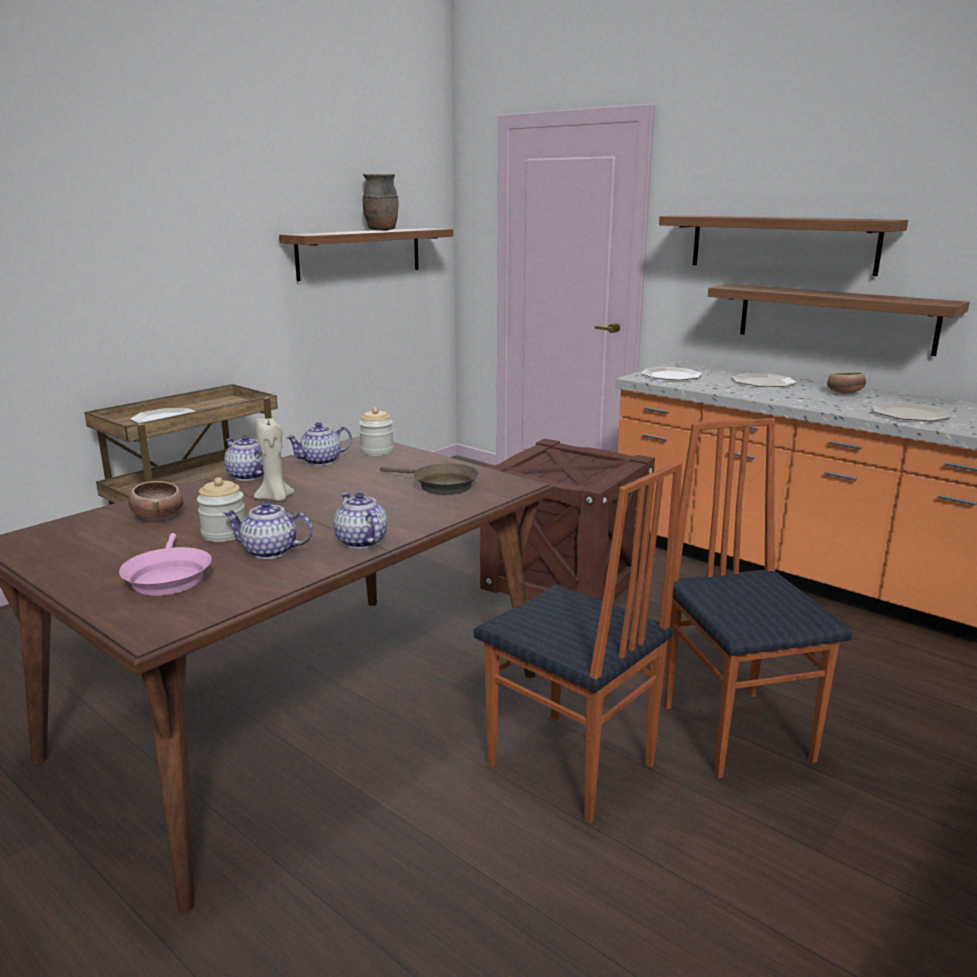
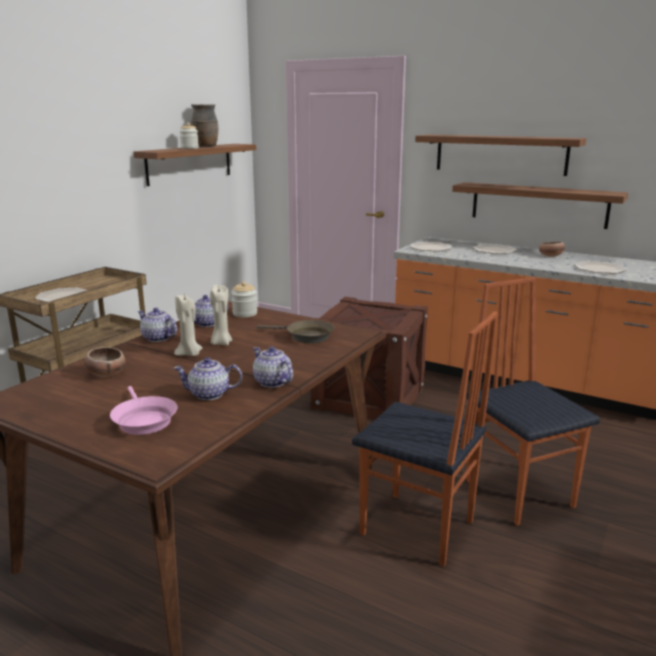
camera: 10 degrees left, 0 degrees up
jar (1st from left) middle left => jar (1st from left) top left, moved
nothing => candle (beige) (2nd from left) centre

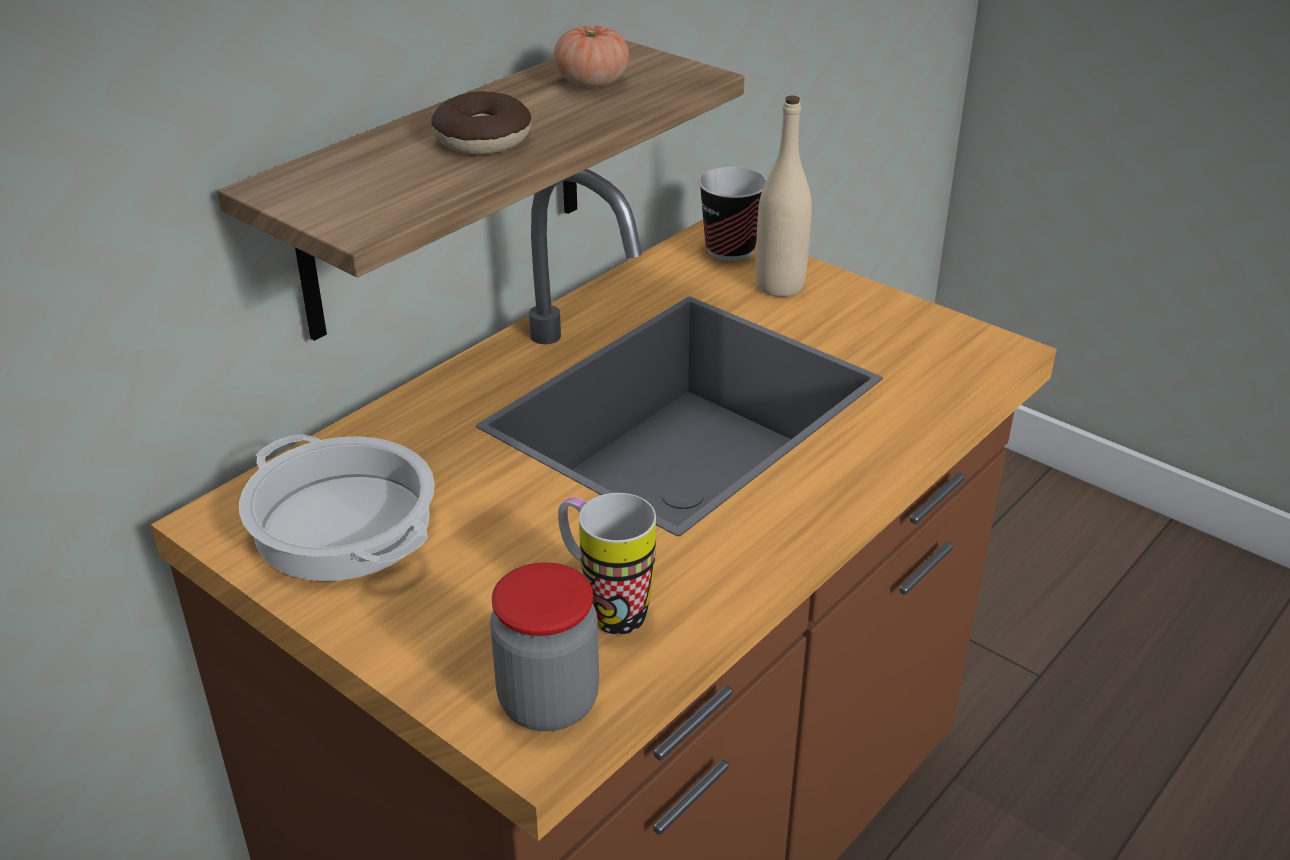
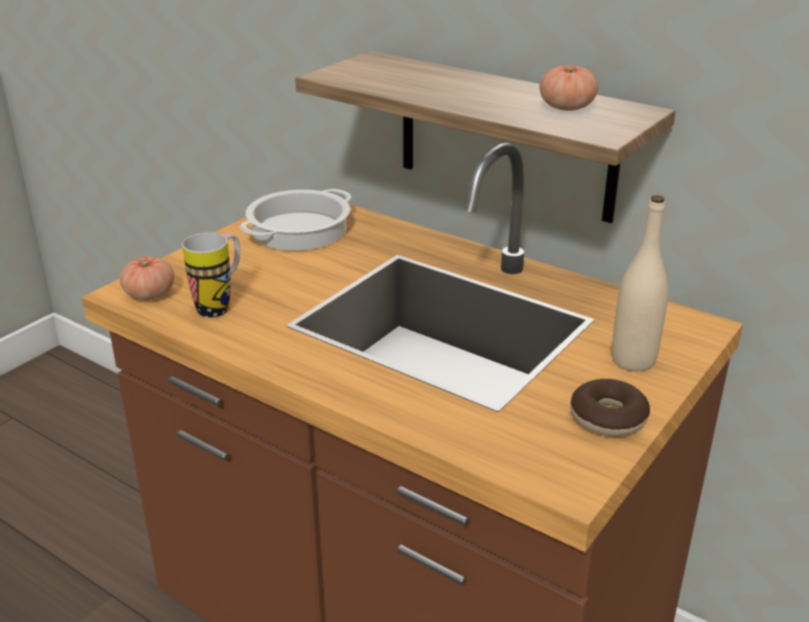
camera: 85 degrees right, 5 degrees down
donut top centre => donut middle right, moved
cup top centre => nothing
jar bottom centre => tomato (1st from left) middle left

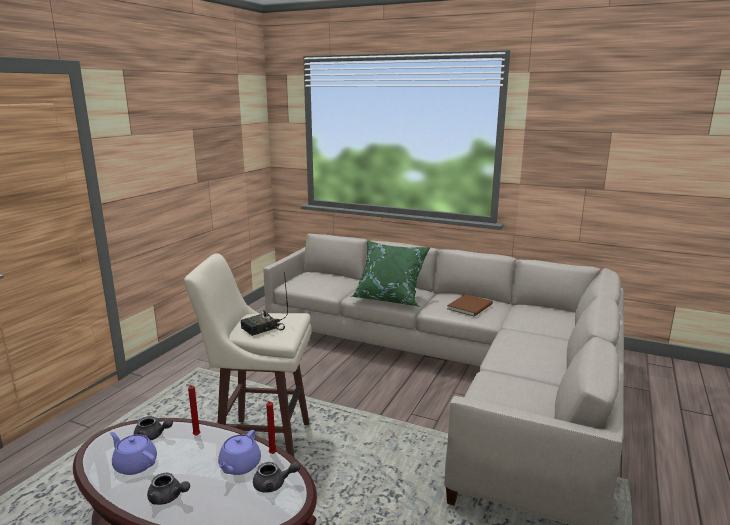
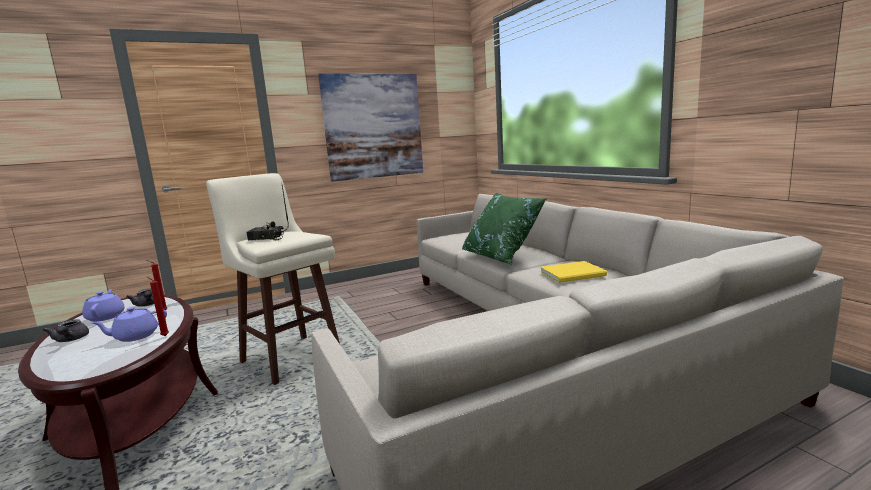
camera: 40 degrees right, 5 degrees down
book (brown) centre => book (yellow) centre
teapot (grey) (3rd from left) bottom centre => nothing
nothing => picture top centre

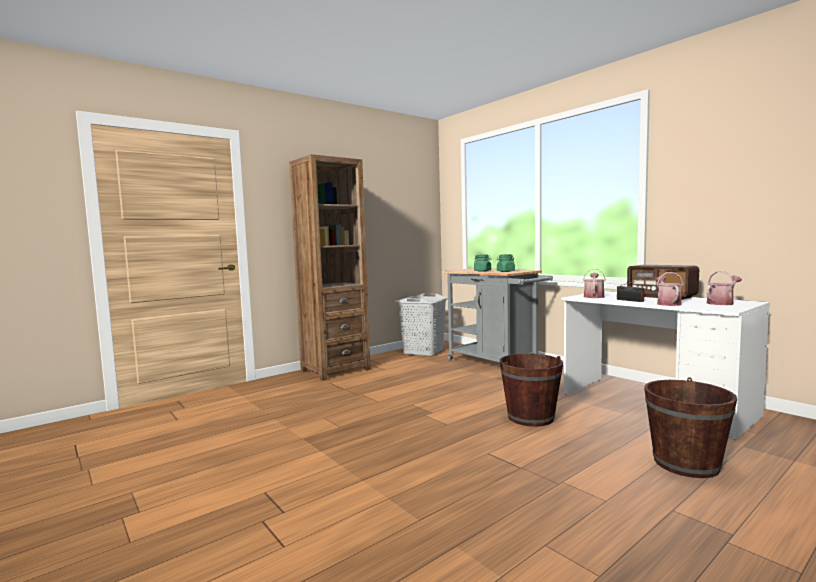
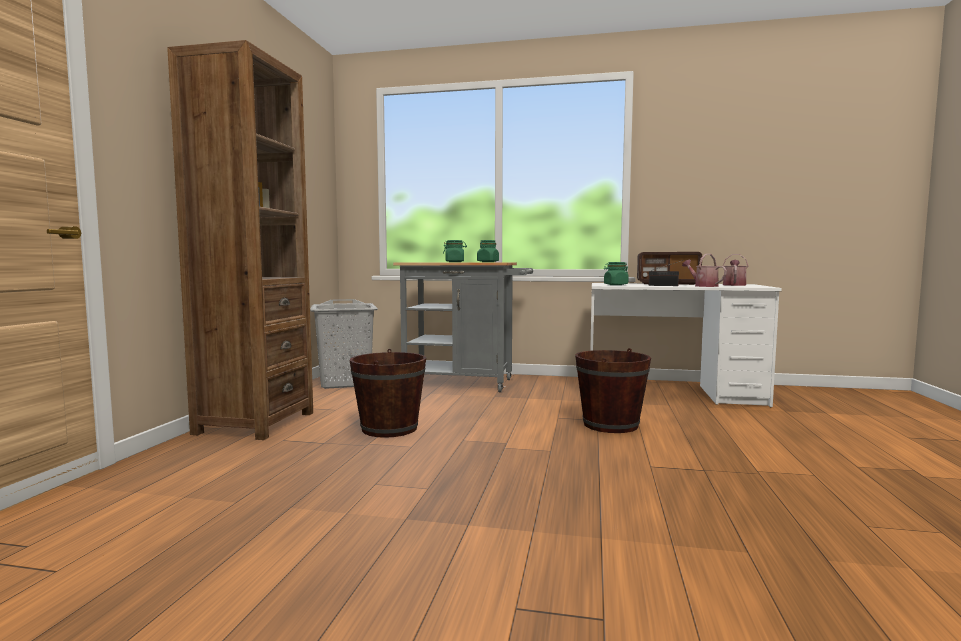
camera: 40 degrees left, 0 degrees up
watering can (1st from left) middle right => jar (green) (3rd from left) centre
bucket (brown) (2nd from left in the first image) bottom right => bucket (brown) (1st from left) centre, moved

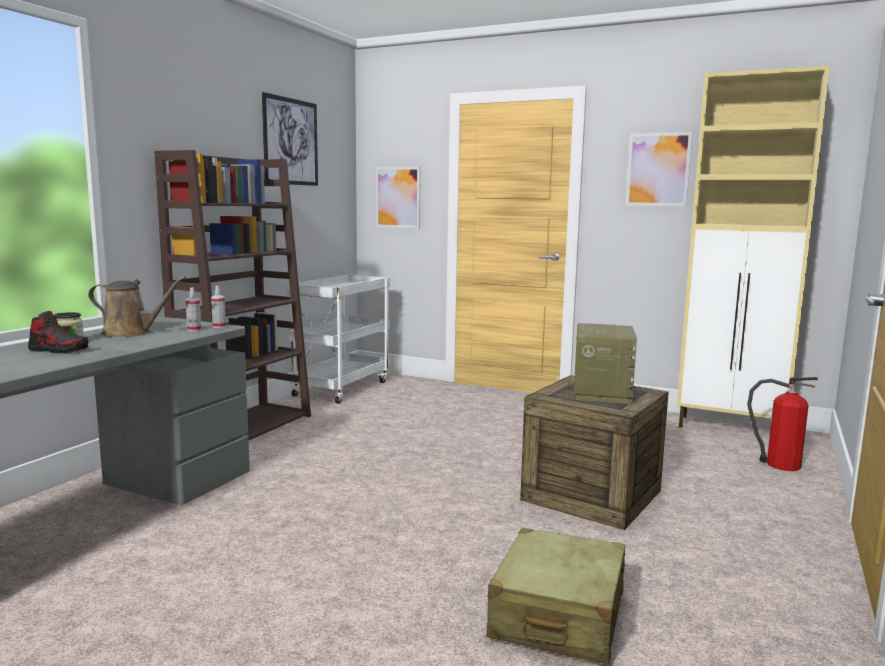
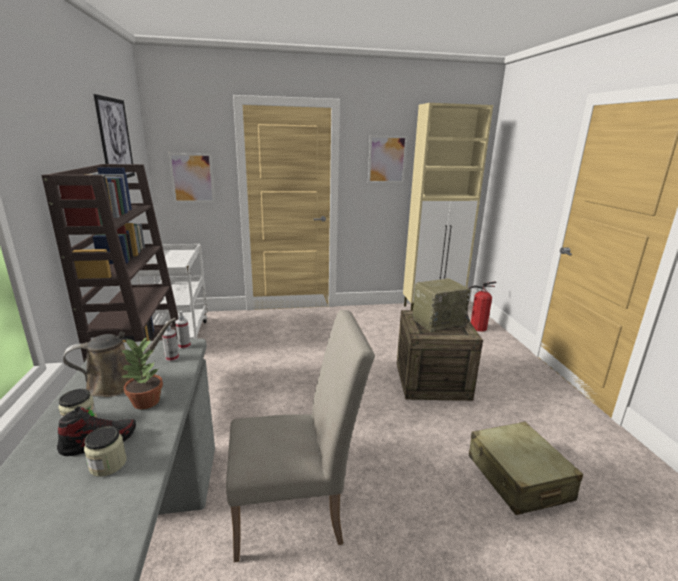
camera: 35 degrees left, 10 degrees up
radio middle right => radio centre, 90 degrees clockwise
nothing => chair (beige) bottom centre
nothing => potted plant middle left
nothing => jar (2nd from left) bottom left

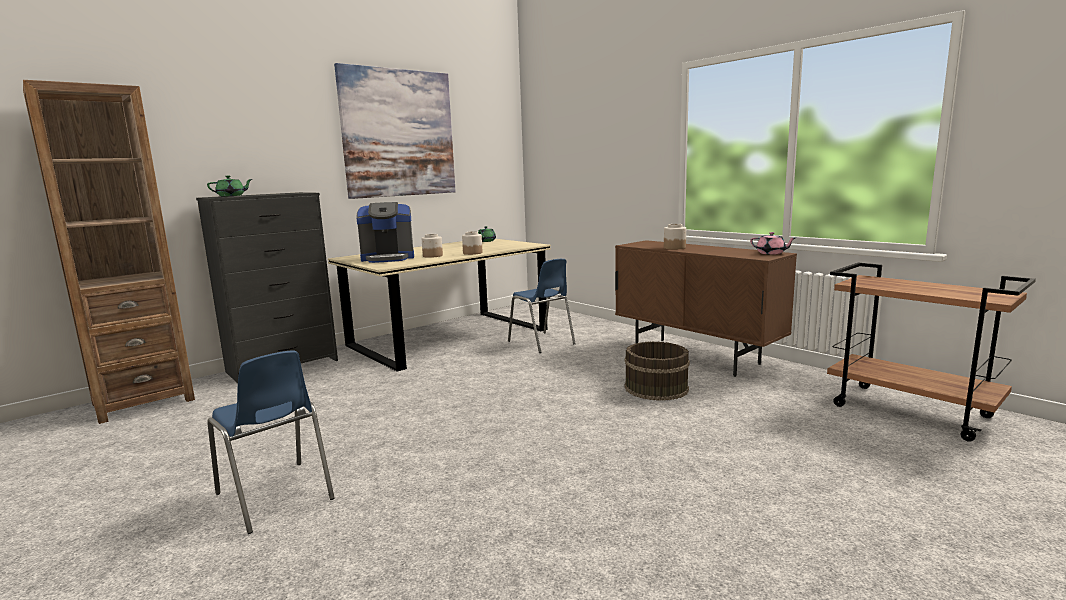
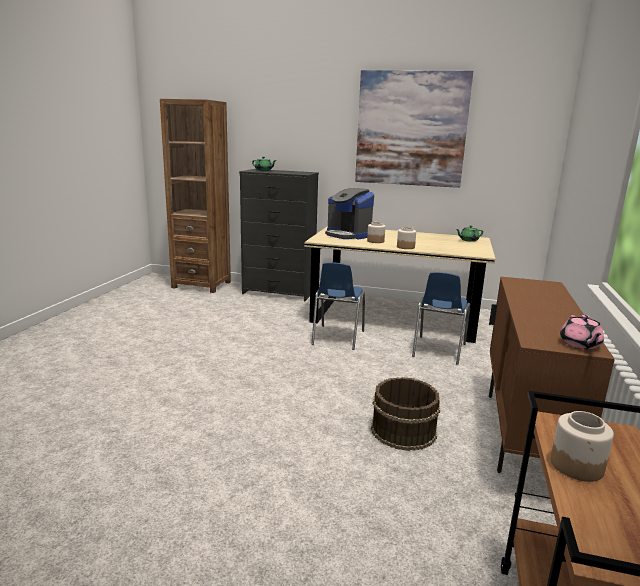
camera: 55 degrees right, 5 degrees up
jar (3rd from left) centre => jar (3rd from left) bottom right, moved
chair (blue) (1st from left) bottom left => chair (blue) (1st from left) centre, moved

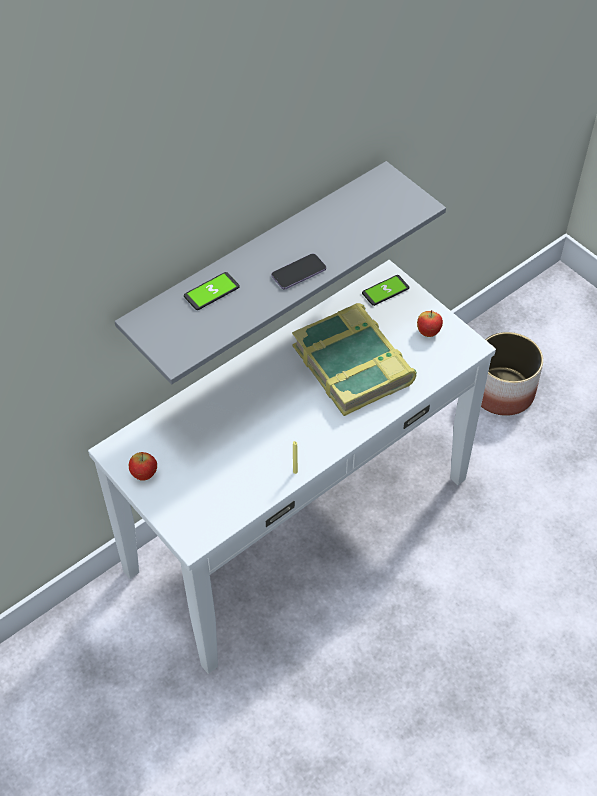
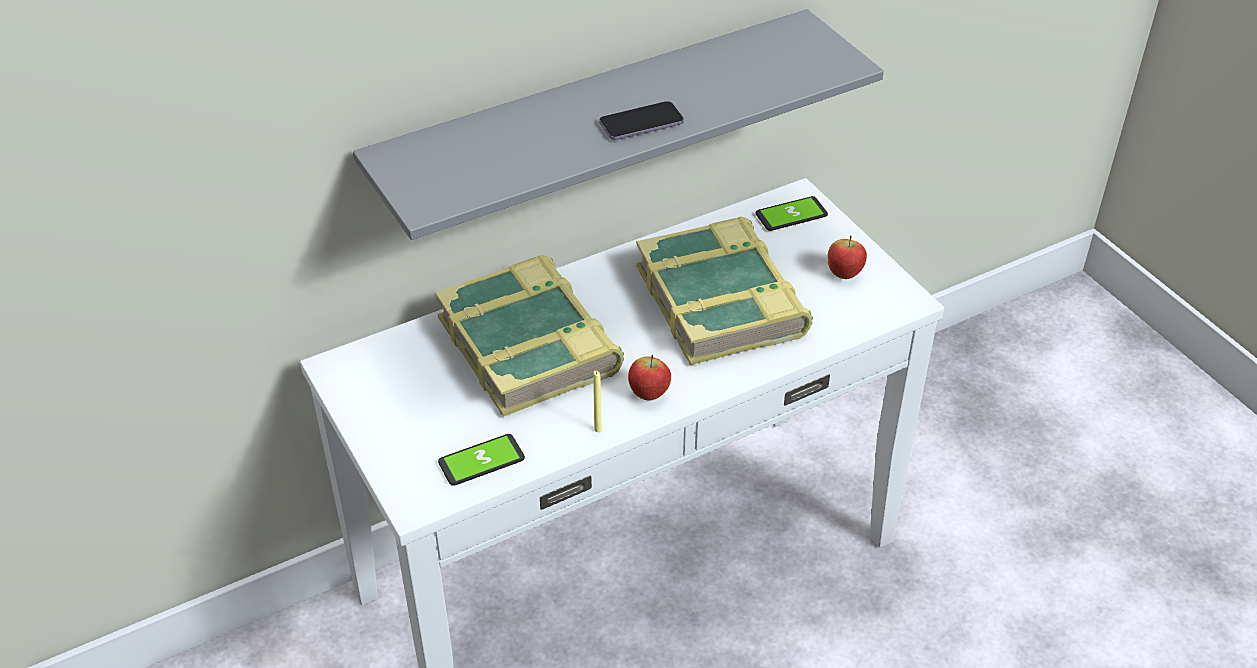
camera: 10 degrees right, 10 degrees down
phone (1st from left) centre => phone (1st from left) bottom centre, moved
planter middle right => nothing
apple (1st from left) middle left => apple (1st from left) centre, moved
nothing => book (1st from left) centre

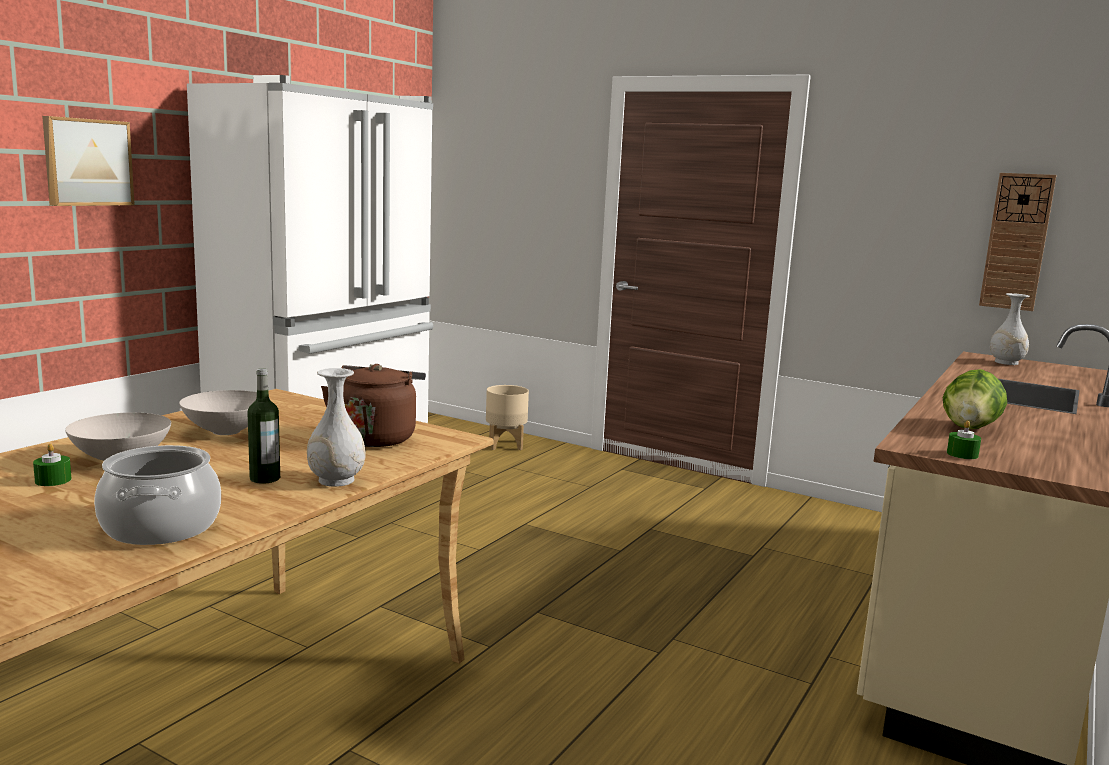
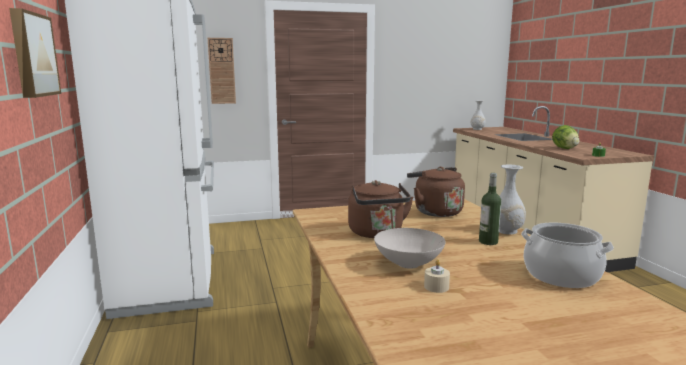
camera: 45 degrees left, 0 degrees up
wall clock top right => wall clock top left, moved
planter (beige) centre => nothing
bowl (white) (2nd from left) middle left => kettle (brown) (1st from left) centre
candle (green) (1st from left) middle left => candle (beige) bottom centre

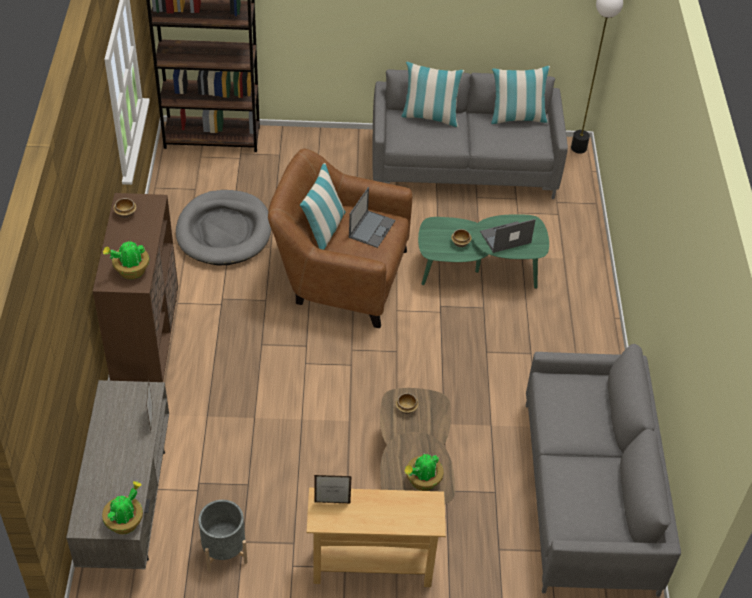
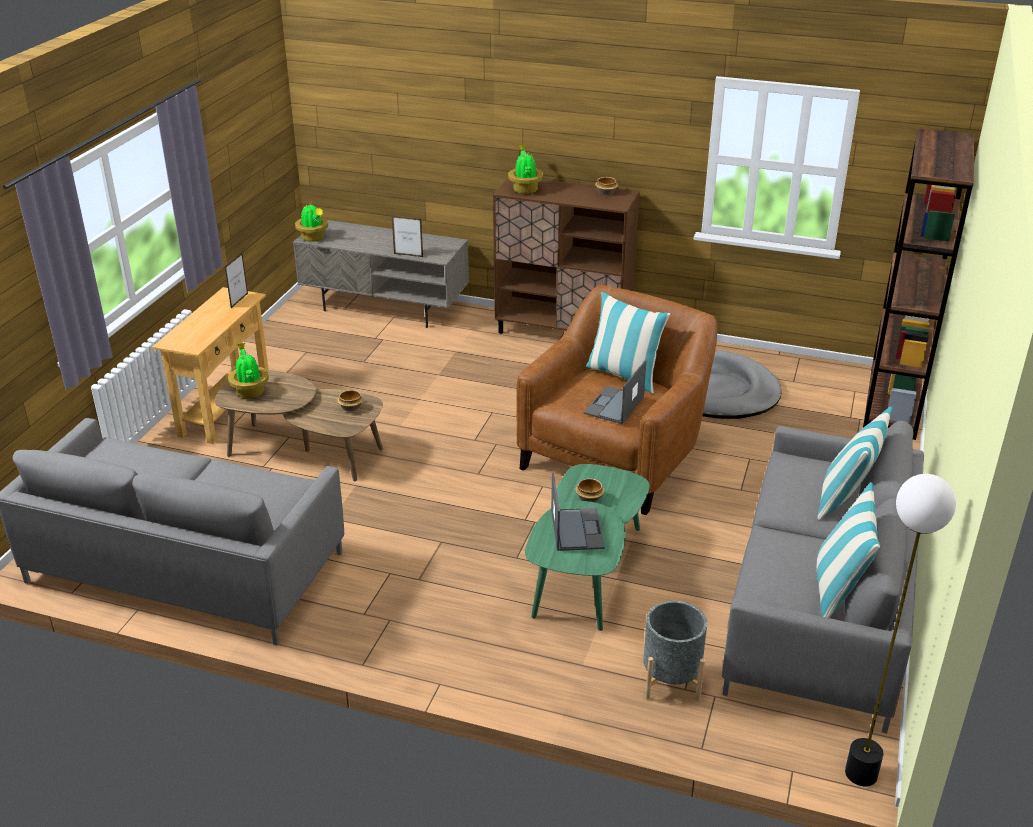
camera: 110 degrees right, 15 degrees down
laptop (1st from left in the first image) centre => laptop (2nd from left) centre, 75 degrees clockwise
planter (grey) bottom left => planter (grey) bottom centre, moved

